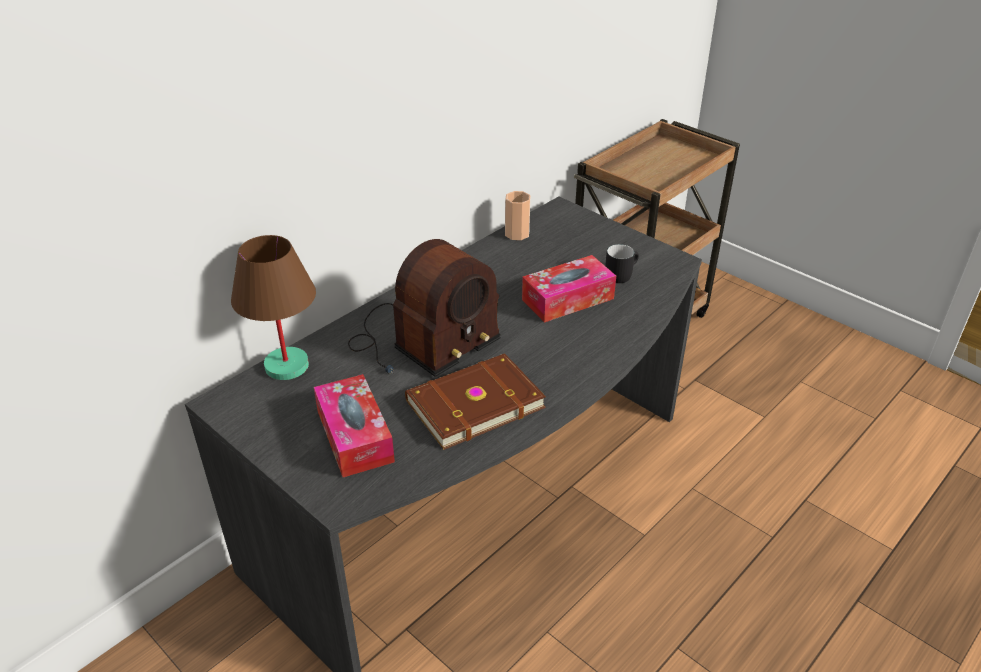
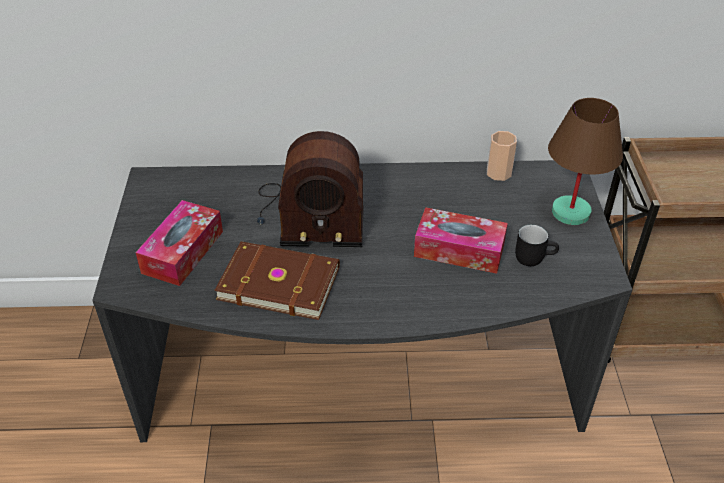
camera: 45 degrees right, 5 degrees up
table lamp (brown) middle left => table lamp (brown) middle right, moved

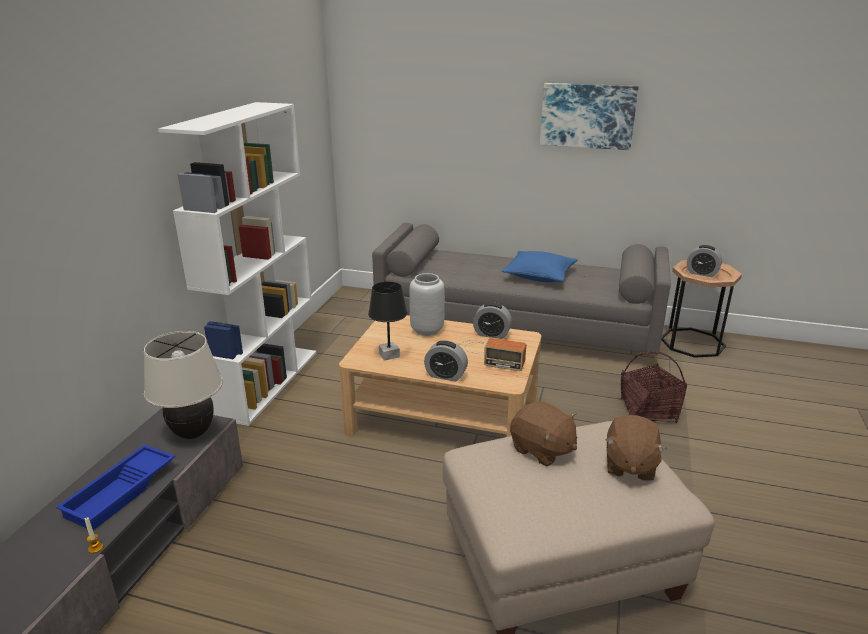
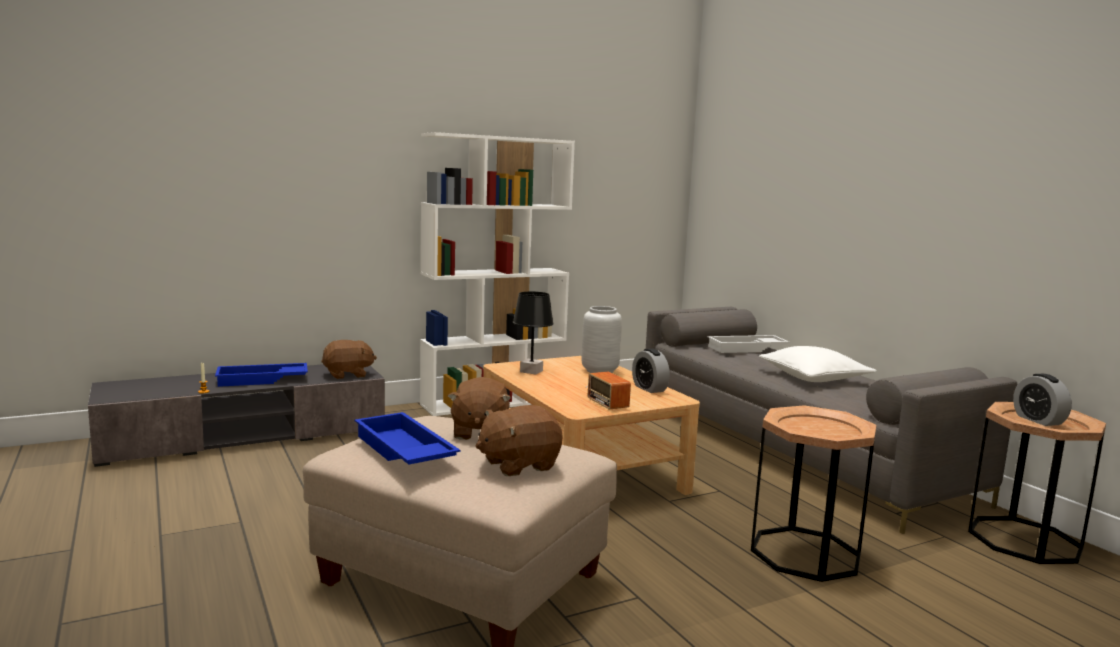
camera: 45 degrees right, 15 degrees down
picture top right => nothing
pillow (blue) centre => pillow (white) middle right
table lamp (beige) middle left => plush toy (brown) (1st from left) middle left
alarm clock (1st from left) centre => nothing
basket middle right => side table (brown) (1st from left) bottom right
nothing => tray (white) middle right
nothing => tray (blue) (2nd from left) bottom centre

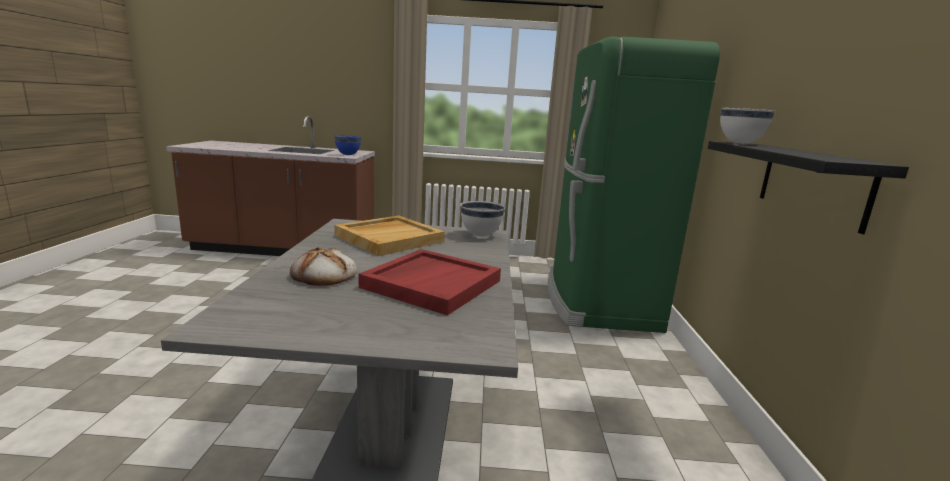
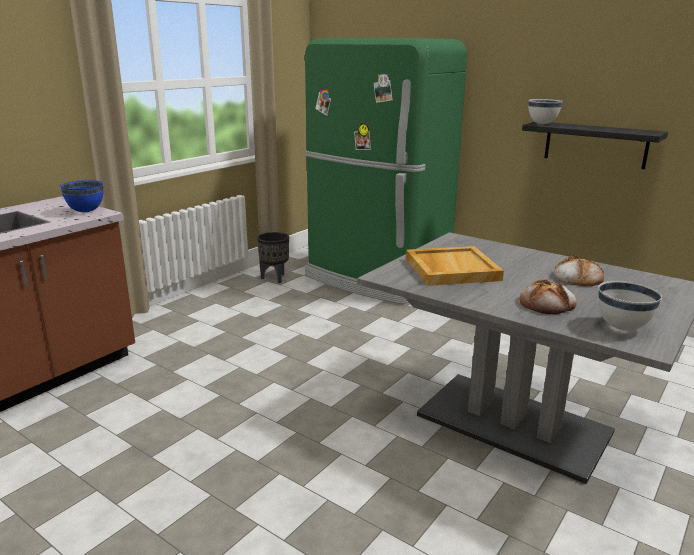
camera: 55 degrees left, 5 degrees up
bowl (white) (1st from left in the first image) centre => bowl (white) (2nd from left) middle right, moved
tray (red) centre => bread (2nd from left) middle right
nothing => planter (black) centre

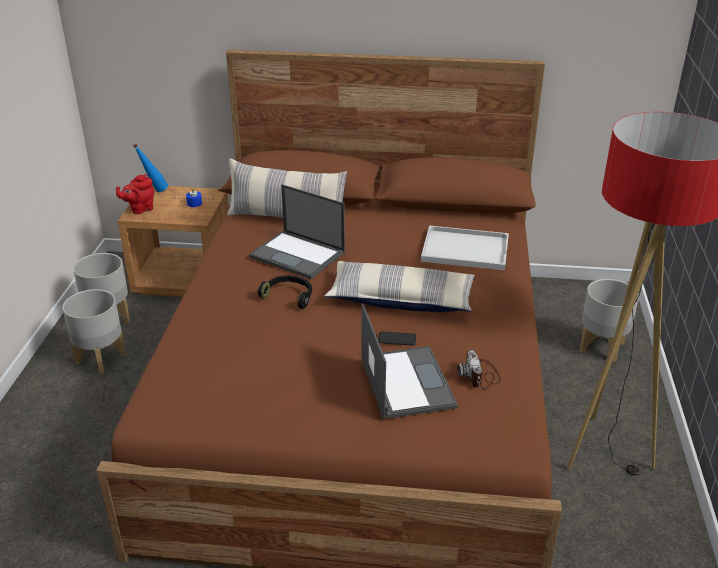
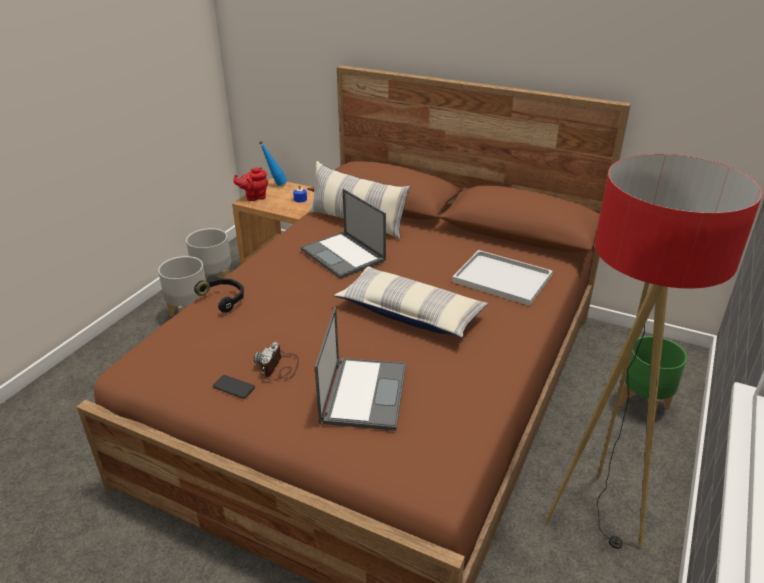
camera: 20 degrees right, 0 degrees up
headphones (black) centre => headphones (black) middle left, moved
planter (grey) (3rd from left) middle right => planter (green) middle right
phone centre => phone middle left, moved
photo camera middle right => photo camera centre, moved

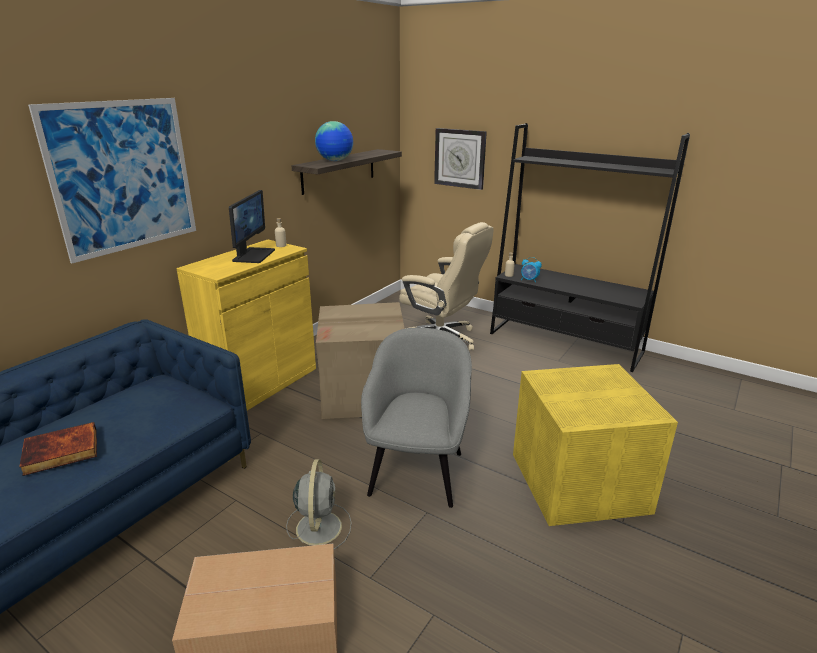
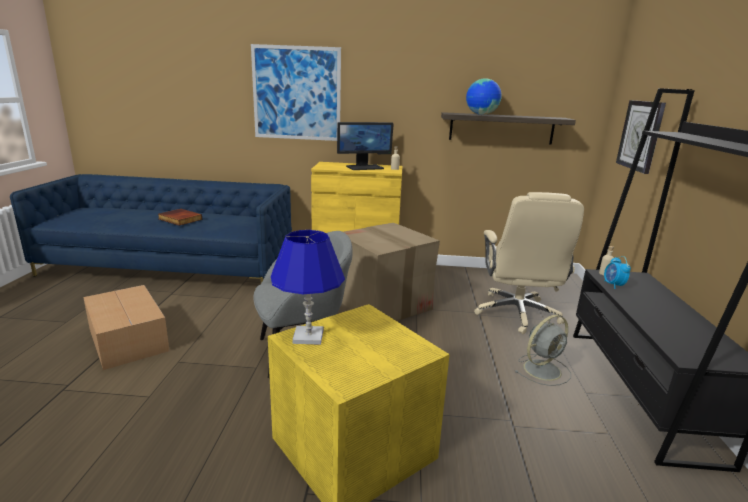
camera: 60 degrees right, 5 degrees down
fan (grey) bottom centre => fan (grey) bottom right, moved
nothing => table lamp (blue) centre

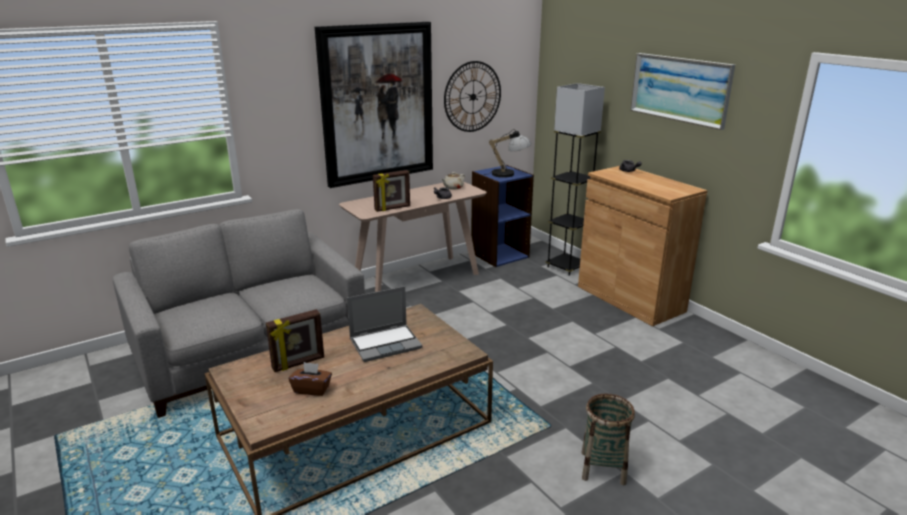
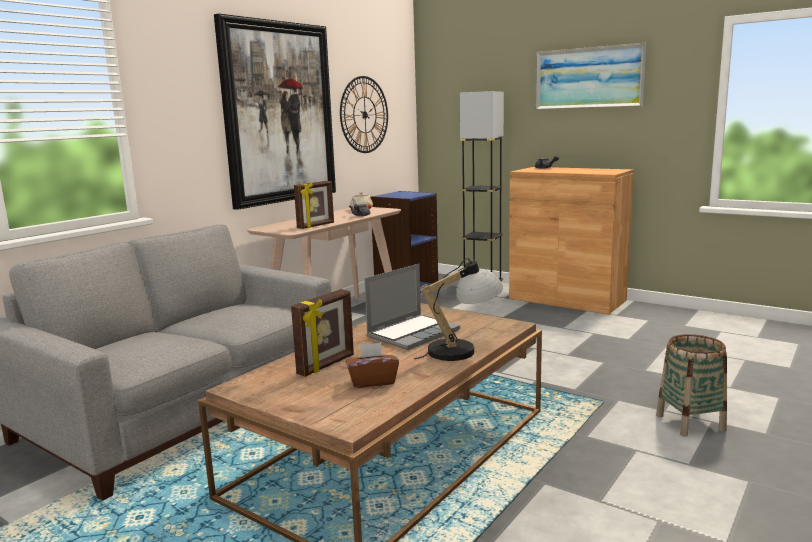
camera: 20 degrees left, 10 degrees down
table lamp top centre => table lamp centre, moved

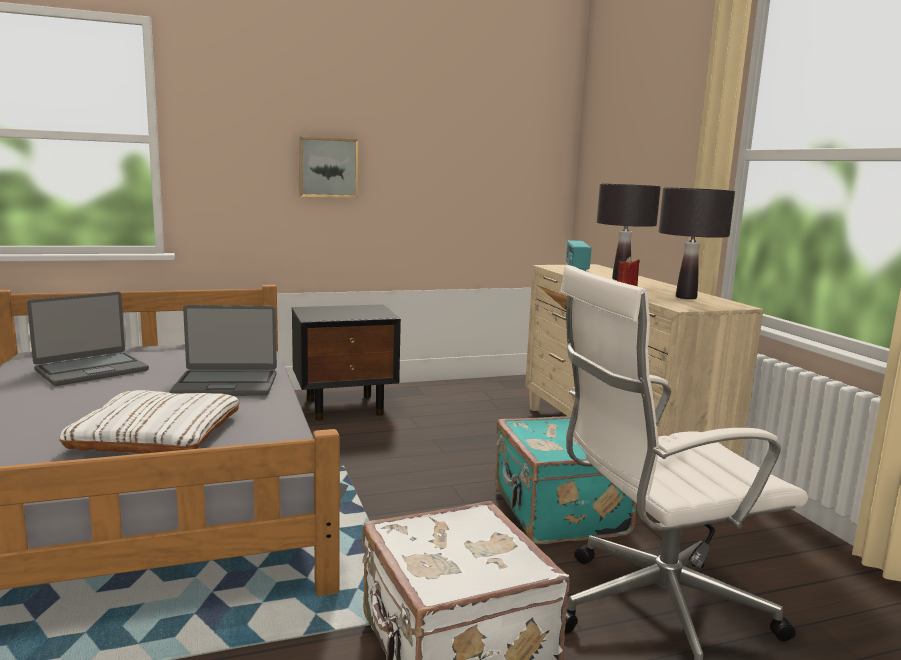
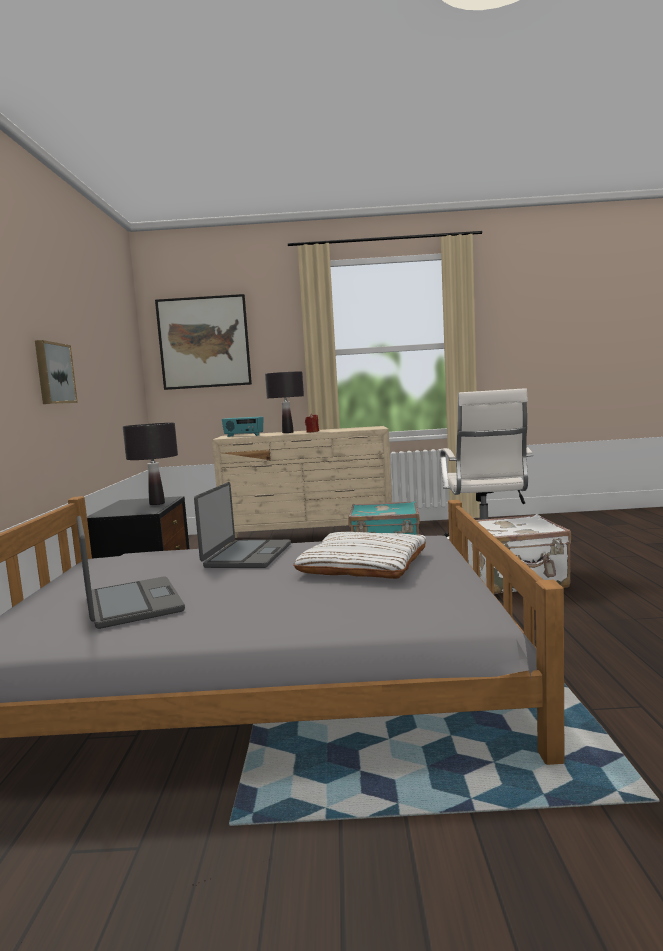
camera: 70 degrees left, 5 degrees down
table lamp (black) (2nd from left in the first image) middle right => table lamp (black) (1st from left) middle left, moved
nothing => picture (2nd from left) middle left

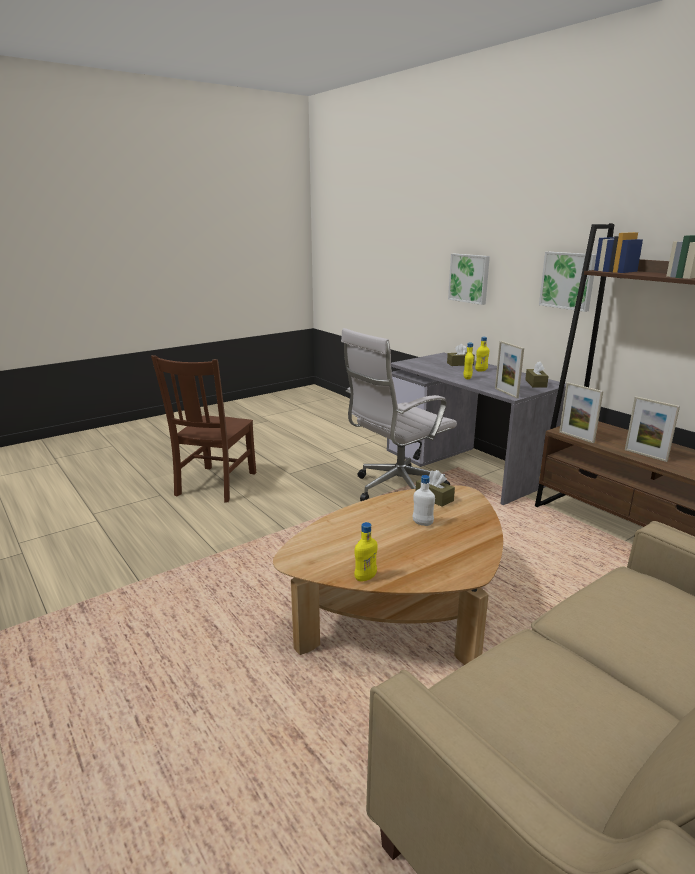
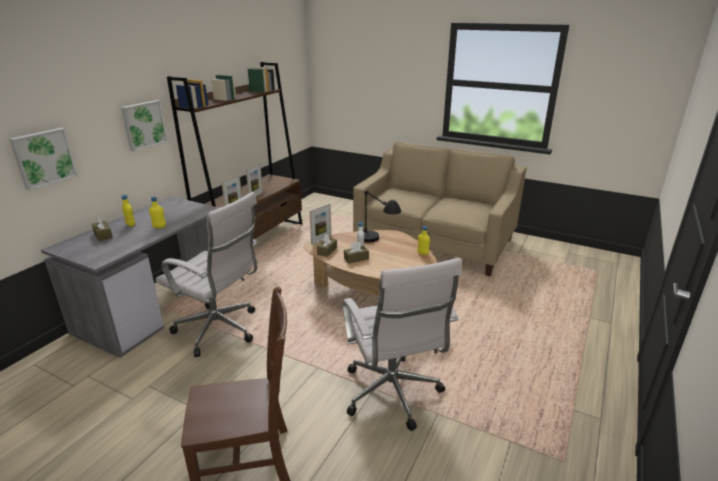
camera: 115 degrees left, 5 degrees up
picture frame (1st from left in the first image) middle right => picture frame (3rd from left) centre, moved
tissue box (brown) (3rd from left) middle right => tissue box (brown) (3rd from left) centre, moved
nothing => table lamp (black) centre
nothing => office chair (white) (2nd from left) bottom centre

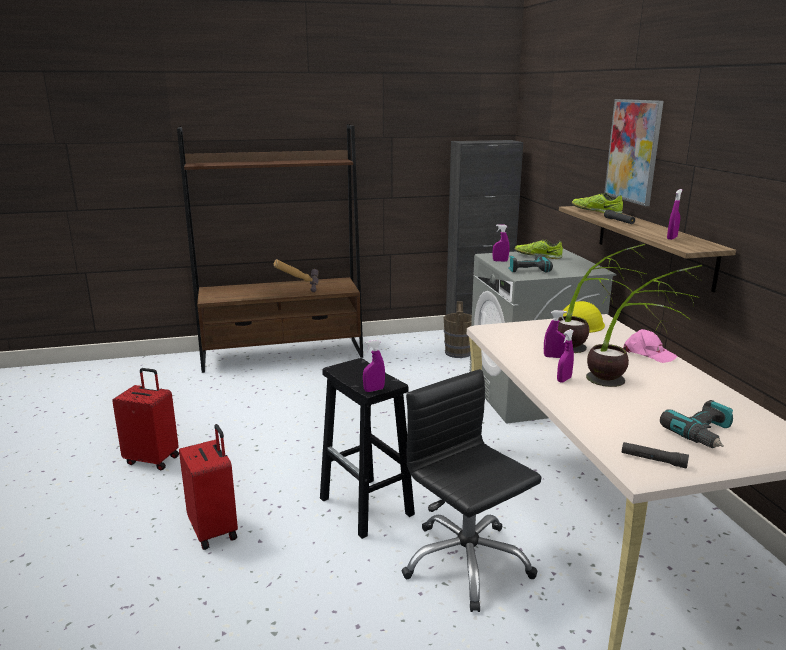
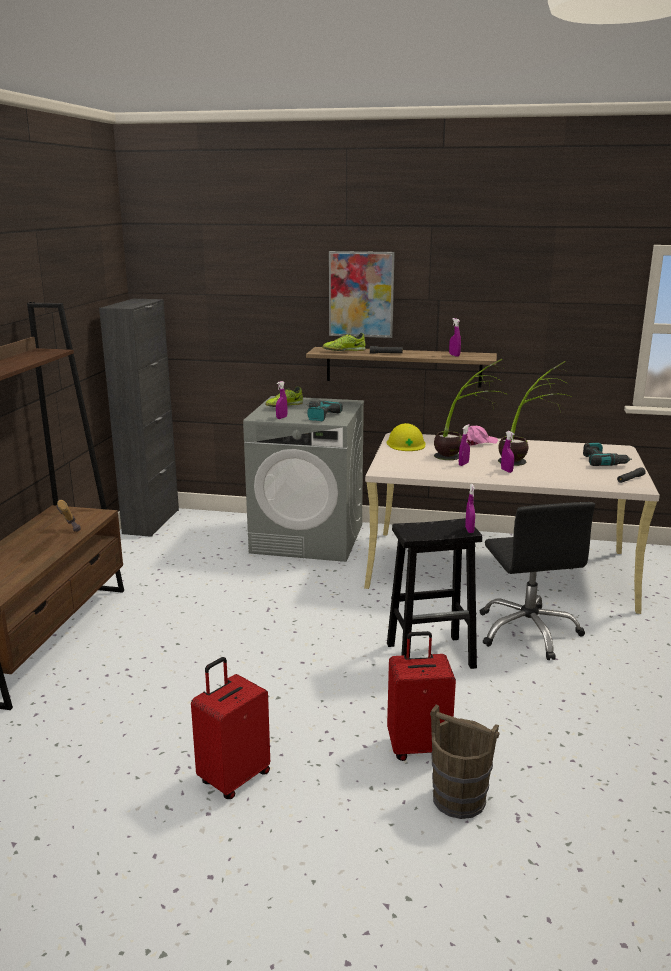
camera: 65 degrees left, 0 degrees up
bucket (brown) centre => bucket (brown) bottom right, moved
office chair (black) bottom centre => office chair (black) middle right, 90 degrees counterclockwise

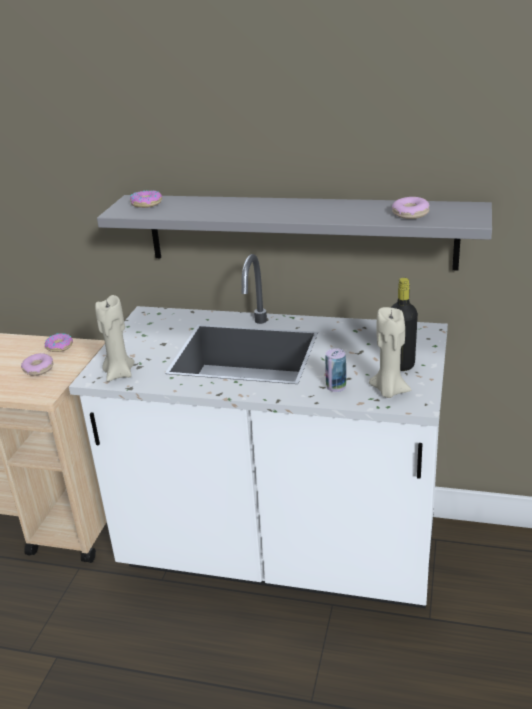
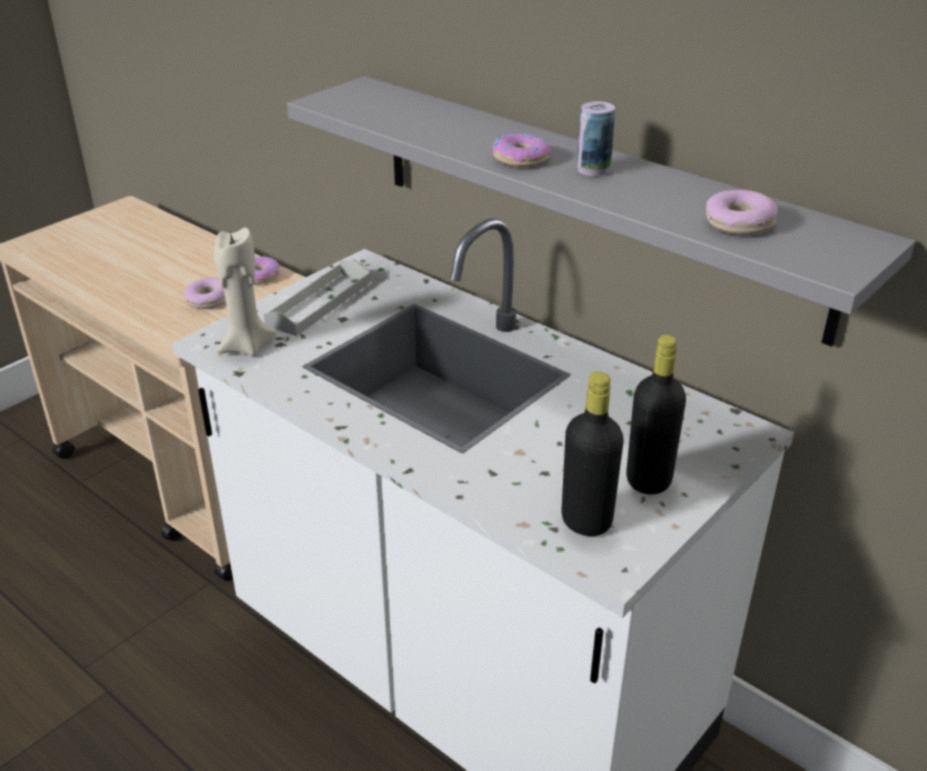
camera: 25 degrees right, 5 degrees up
donut (3rd from left) top left => donut (3rd from left) top centre, moved
candle (beige) (2nd from left) middle right => bottle (black) (1st from left) centre
can centre => can top centre, moved
nothing => tray (grey) centre

